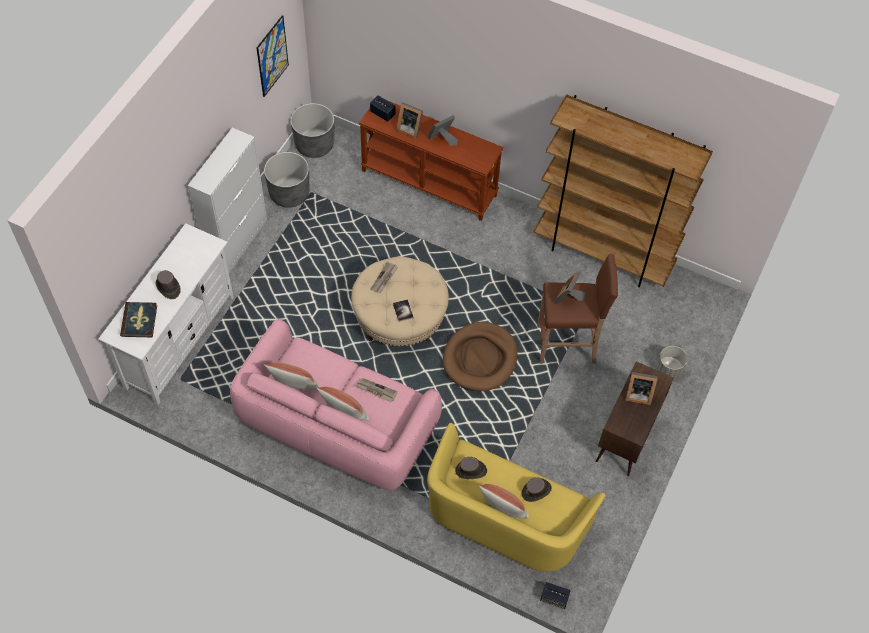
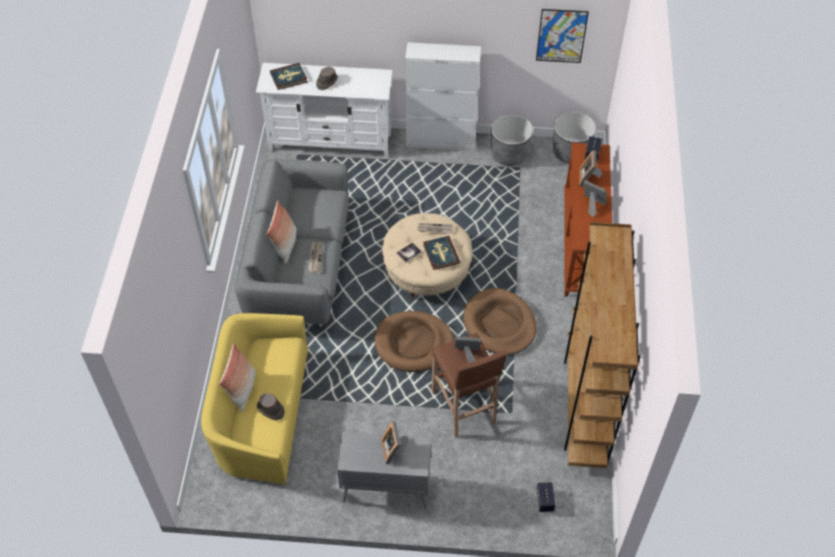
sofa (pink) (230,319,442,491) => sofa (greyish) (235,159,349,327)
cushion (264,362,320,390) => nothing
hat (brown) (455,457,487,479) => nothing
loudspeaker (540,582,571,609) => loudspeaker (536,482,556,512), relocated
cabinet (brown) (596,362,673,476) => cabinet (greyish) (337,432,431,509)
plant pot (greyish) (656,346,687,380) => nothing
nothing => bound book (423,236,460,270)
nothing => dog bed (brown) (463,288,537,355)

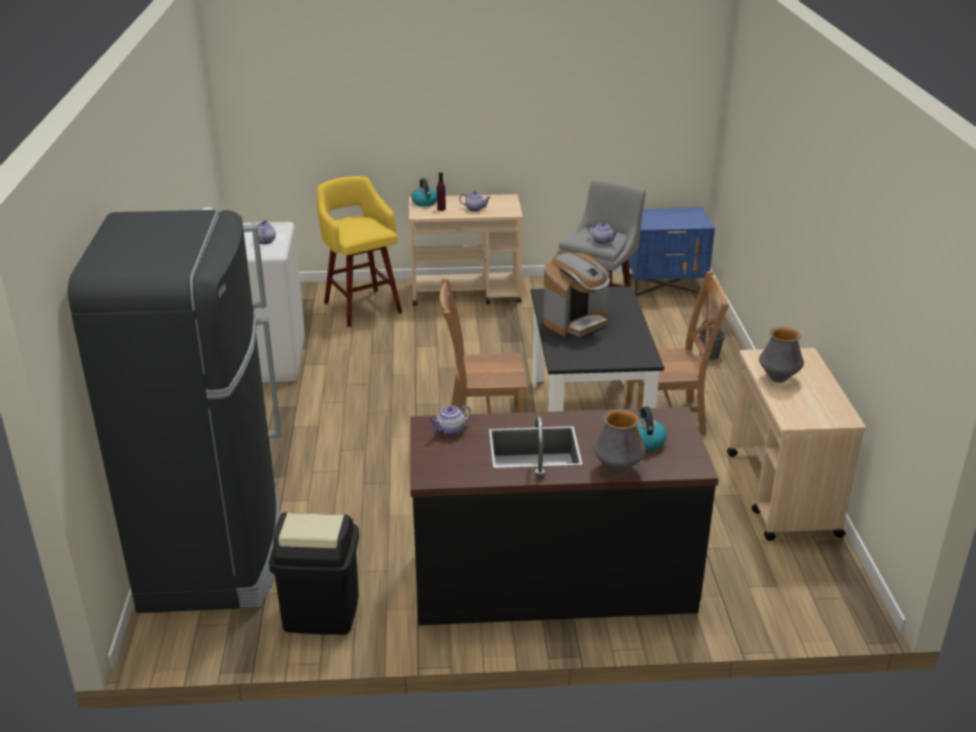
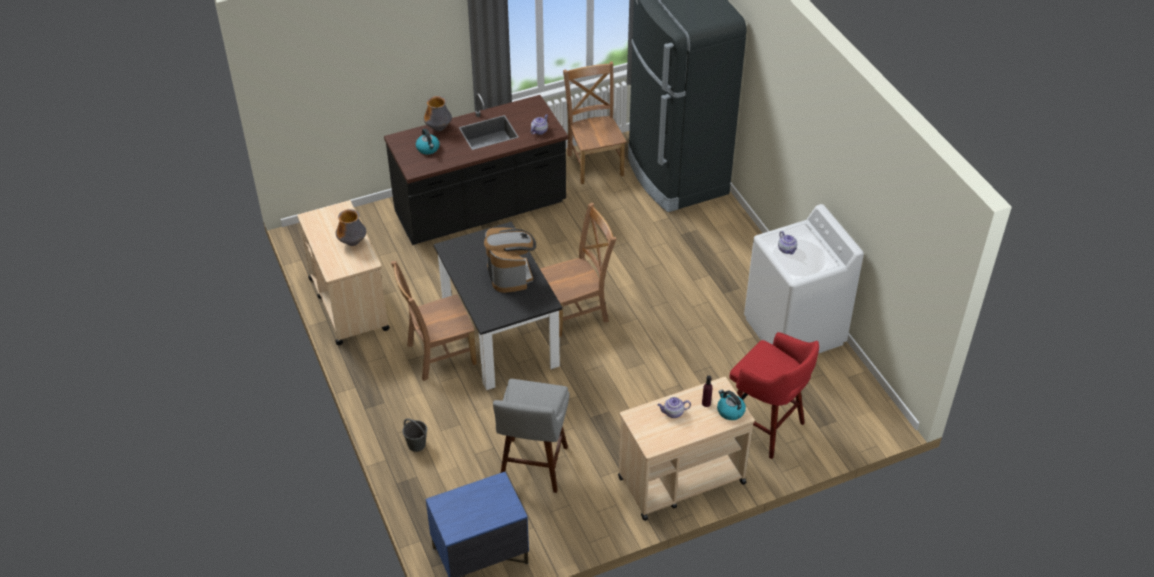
trash can (black-coloured) (269,512,359,635) => plain chair (brown) (563,61,626,184)
stool seat (yellowish) (317,176,402,327) => stool seat (reddish) (729,332,819,459)
coffee brewer (543,252,610,337) => coffee brewer (484,228,536,293), 135 degrees clockwise
teapot (588,222,618,244) => nothing

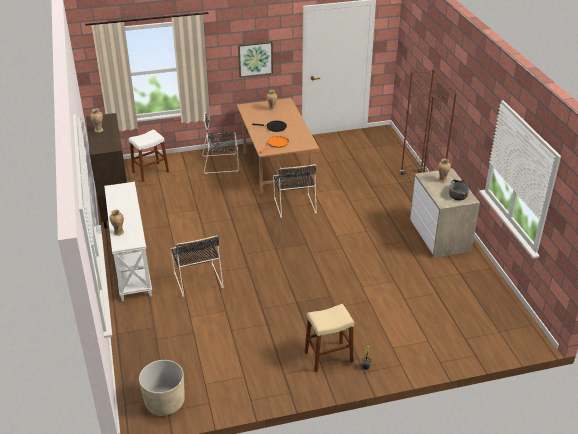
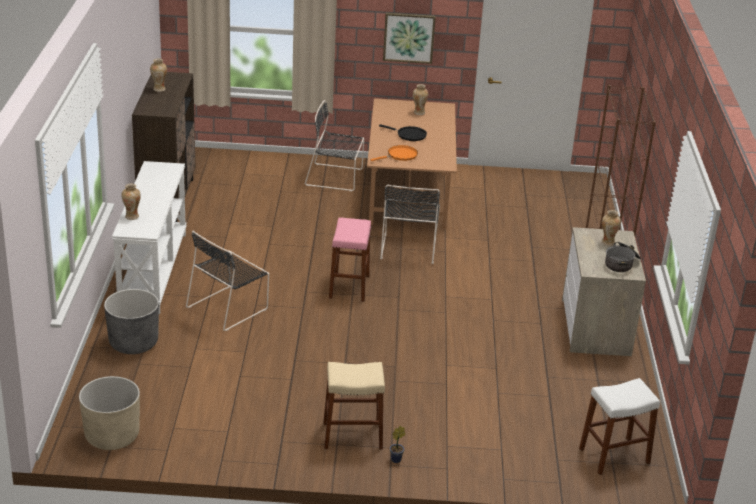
stool seat (white) (129,129,169,182) => stool seat (white) (579,378,660,475), relocated
plain chair (black-coloured) (170,235,224,297) => plain chair (black-coloured) (186,231,269,331), 45 degrees clockwise
nothing => plant pot (greyish) (104,289,159,354)
nothing => stool seat (pink) (329,218,371,302)

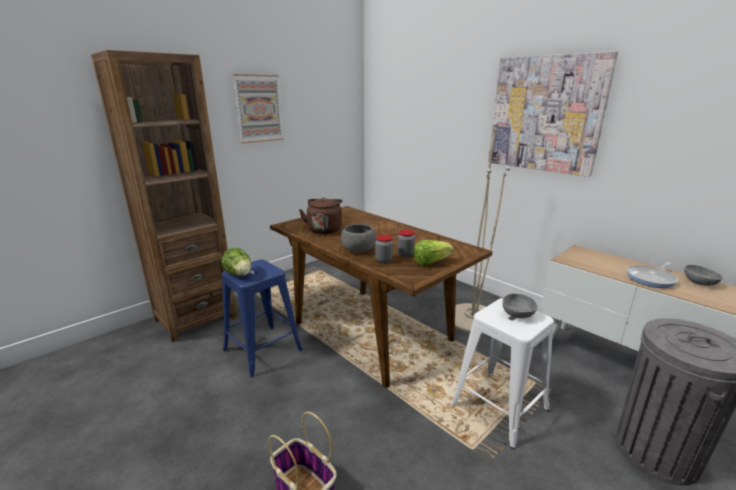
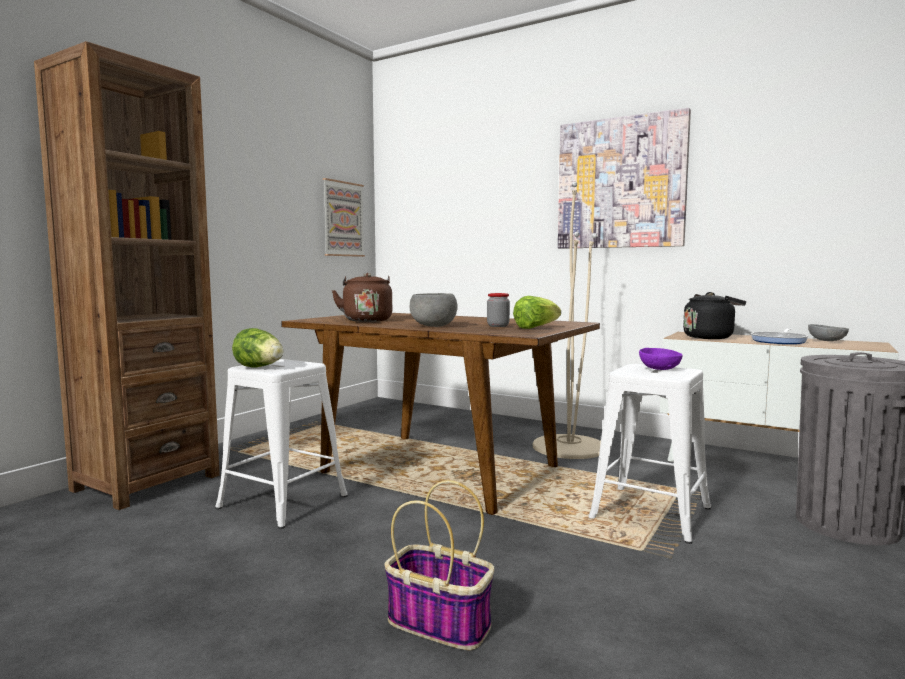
stool seat (blue) (222,260,303,378) => stool seat (white) (215,359,348,529)
picture (232,74,284,143) => picture (323,178,365,257), relocated
preserve jar (375,235,393,263) => nothing
bowl (greyish) (502,293,537,318) => bowl (purple-coloured) (639,348,683,370)
nothing => tea kettle (black-coloured) (683,292,746,339)

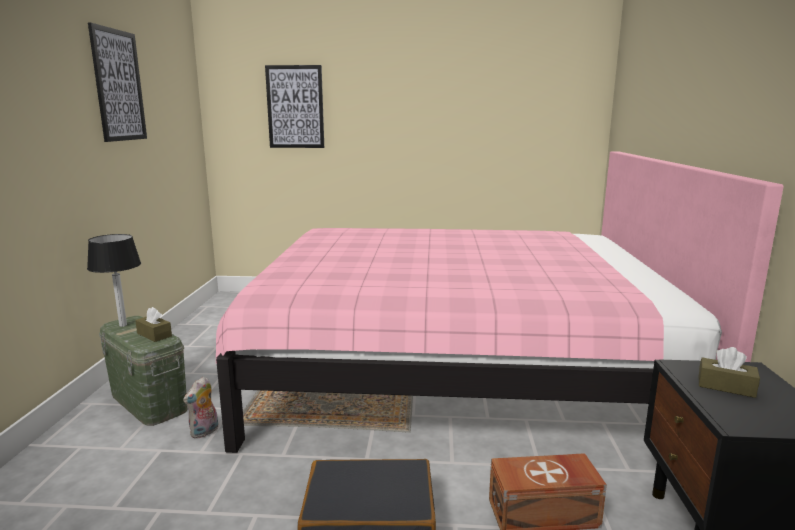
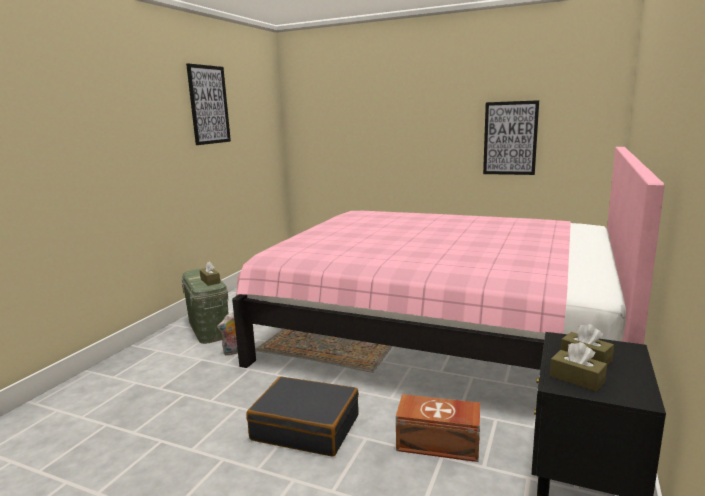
tabletop lamp (87,234,141,327) => nothing
picture (265,65,324,148) => picture (483,100,539,175), relocated
nothing => tissue box (brown) (550,342,607,392)

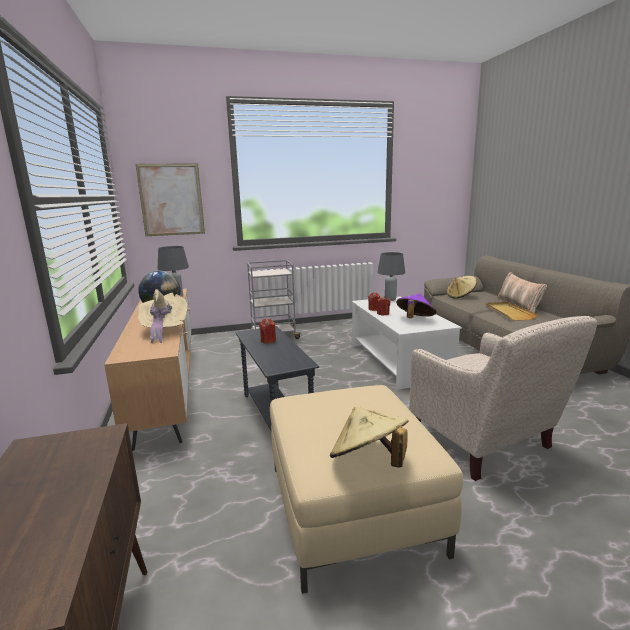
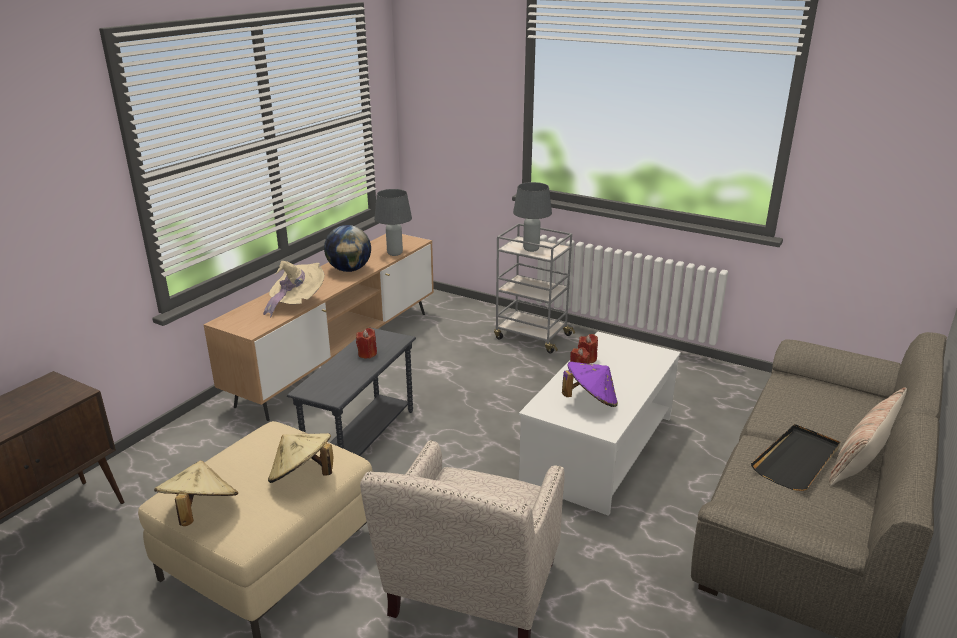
picture (136,163,205,236) => nothing
tabletop lamp (greyish) (377,252,405,301) => tabletop lamp (greyish) (513,182,552,252), relocated
hat (beige) (447,276,477,299) => hat (beige) (268,433,333,483), relocated
serving tray (beige) (485,302,538,321) => serving tray (black-coloured) (751,424,840,491)

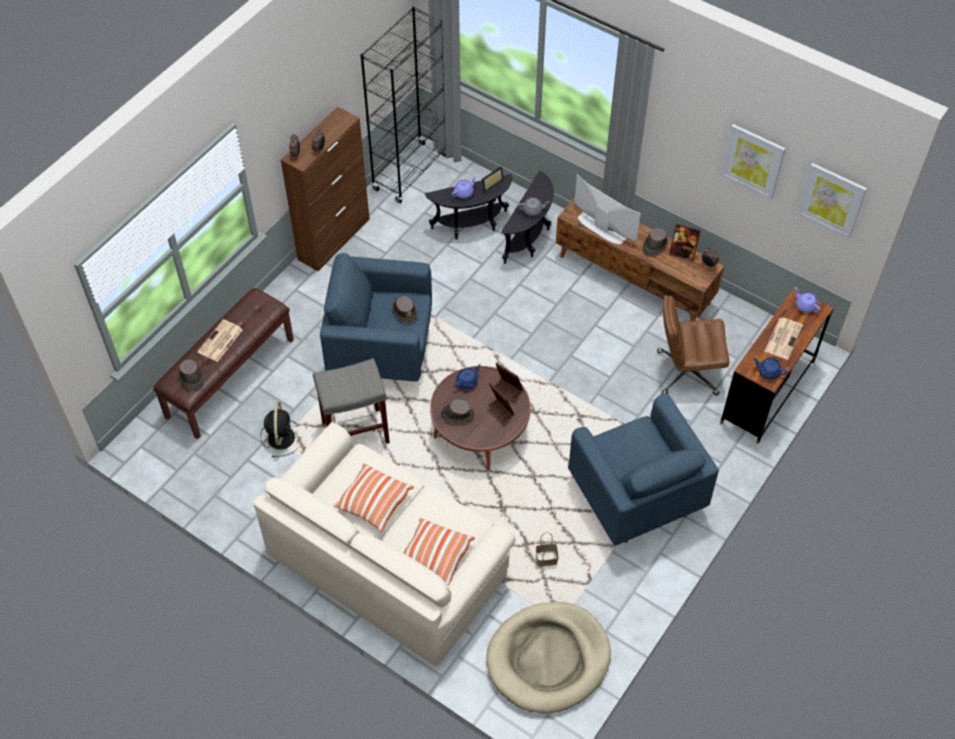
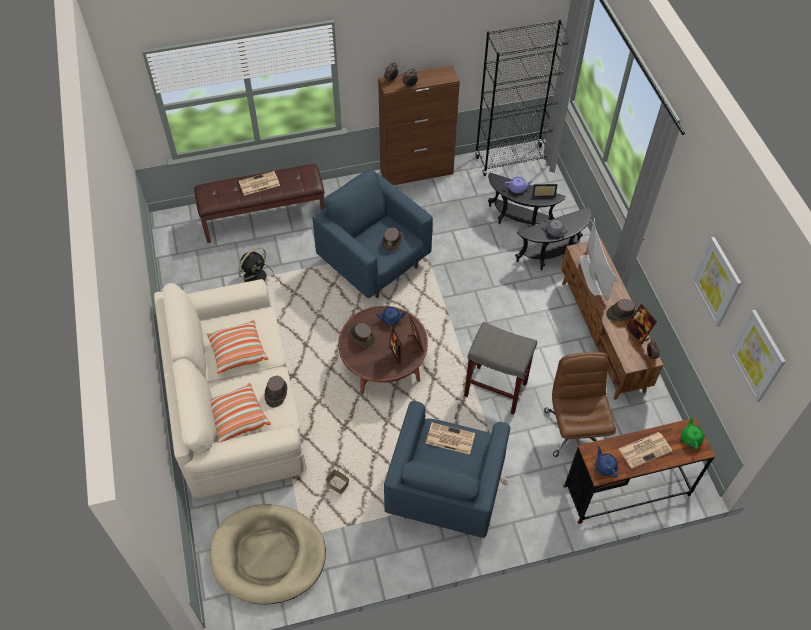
hat (brown) (178,360,205,391) => hat (brown) (264,375,288,408), relocated
stool seat (greyish) (313,358,390,444) => stool seat (greyish) (464,322,537,415), relocated
desk chair (brown) (657,295,729,396) => desk chair (brown) (544,352,616,457), 45 degrees clockwise
teapot (purple-coloured) (794,287,821,313) => teapot (green) (681,415,704,450)
nothing => newspaper (426,423,475,455)

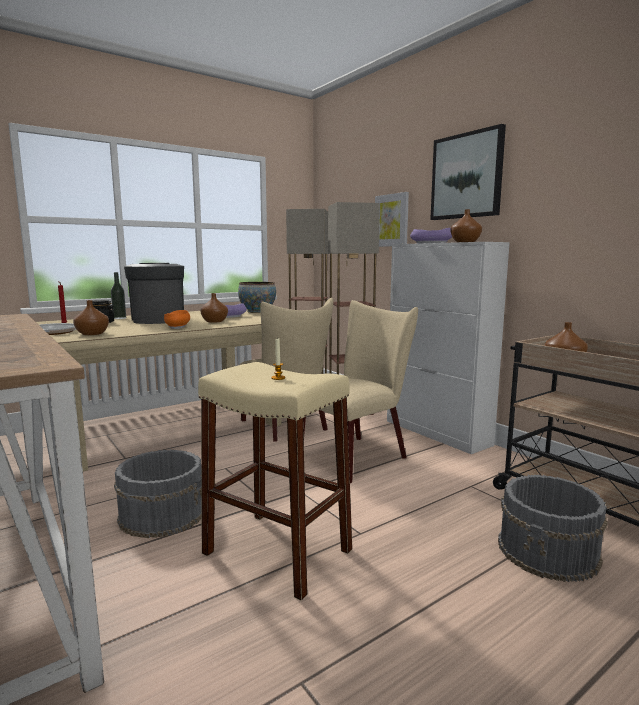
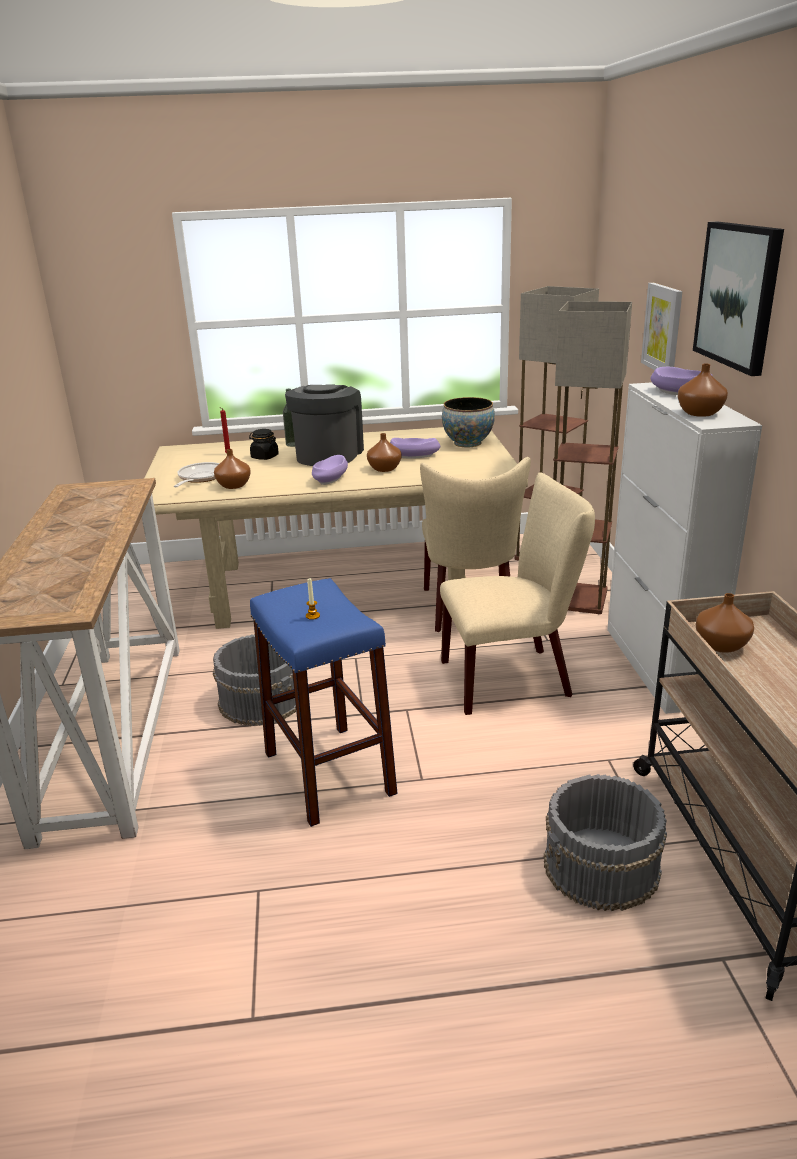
bowl (orangey) (164,310,190,329) => bowl (purple-coloured) (312,455,348,485)
stool seat (beige) (198,362,352,601) => stool seat (blue) (250,578,397,827)

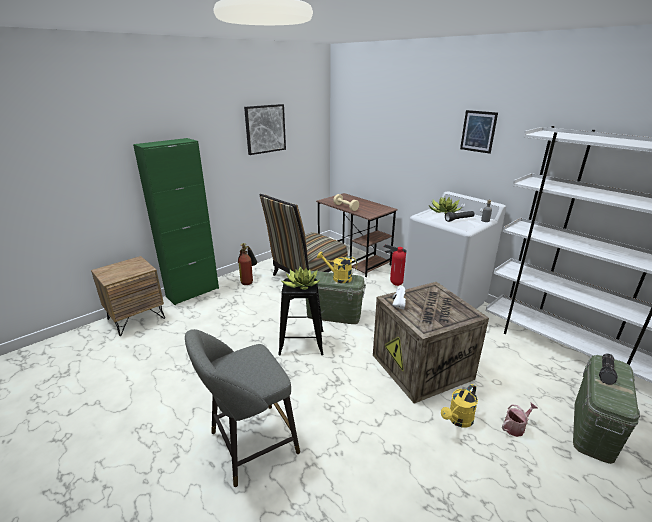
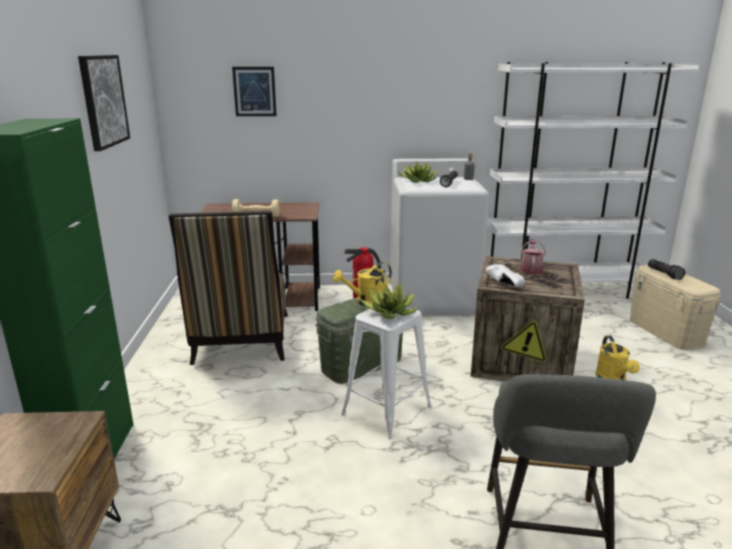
extinguisher (238,243,257,285) => nothing
stool seat (black-coloured) (278,278,324,355) => stool seat (white) (341,307,432,440)
picture (460,110,498,154) => picture (232,67,277,116), relocated
watering pot (502,402,538,437) => watering pot (520,239,546,275), relocated
storage box (green) (573,355,640,464) => storage box (beige) (630,265,721,350)

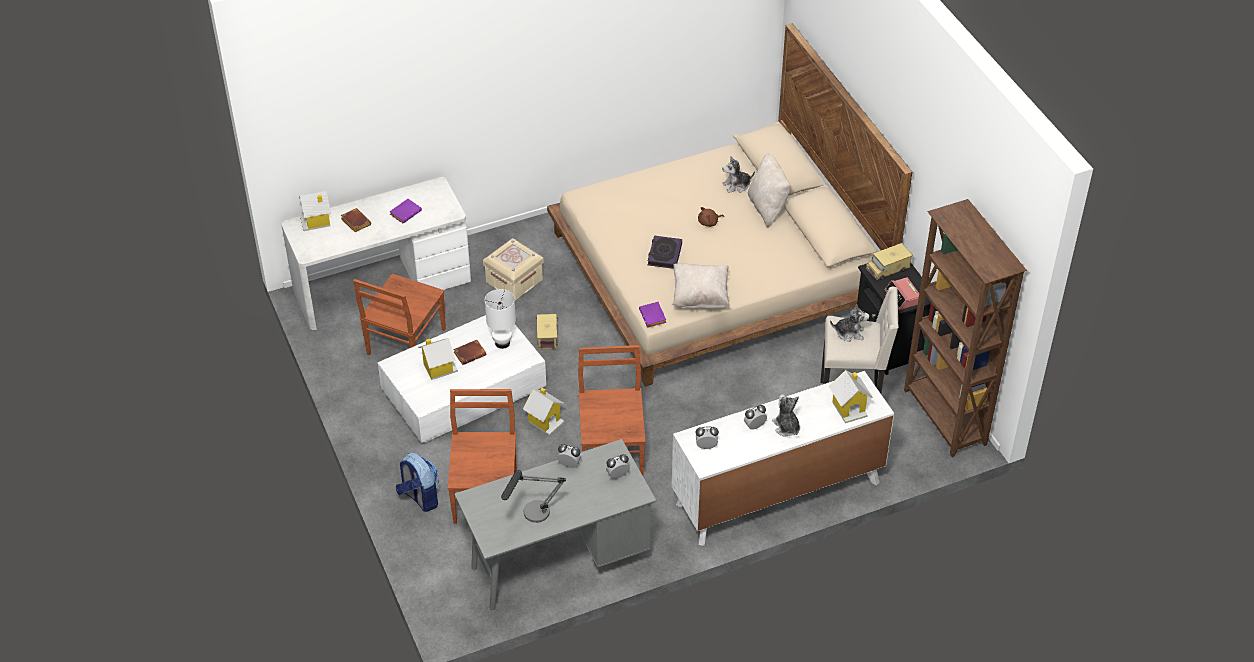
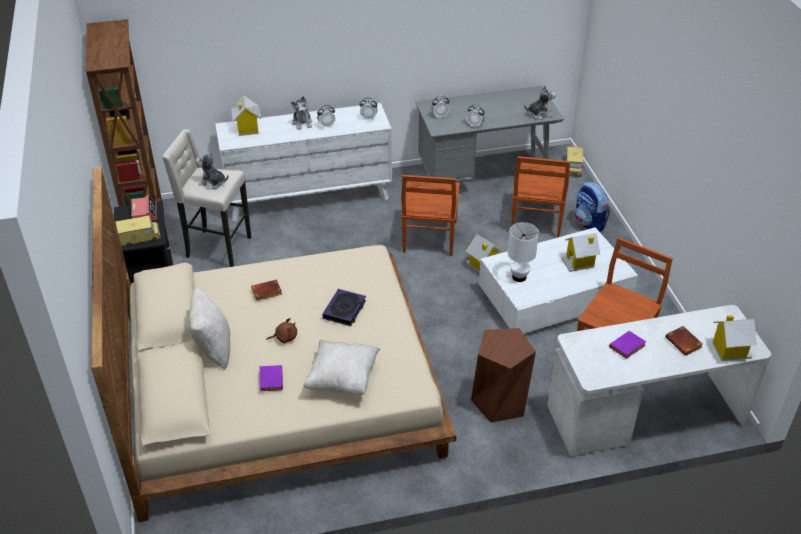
bound book (brown) (453,339,486,365) => bound book (brown) (251,280,282,301), relocated
storage box (beige) (483,238,544,300) => stool seat (brown) (471,328,536,423)
tabletop lamp (501,470,566,523) => nothing
toy lorry (536,314,557,349) => toy lorry (566,146,584,177), relocated
bound book (purple-coloured) (639,302,666,327) => bound book (purple-coloured) (260,365,283,391), relocated
cushion (beige) (672,263,730,309) => cushion (beige) (303,340,380,396), relocated
plush toy (722,156,755,193) => plush toy (524,86,556,119), relocated

